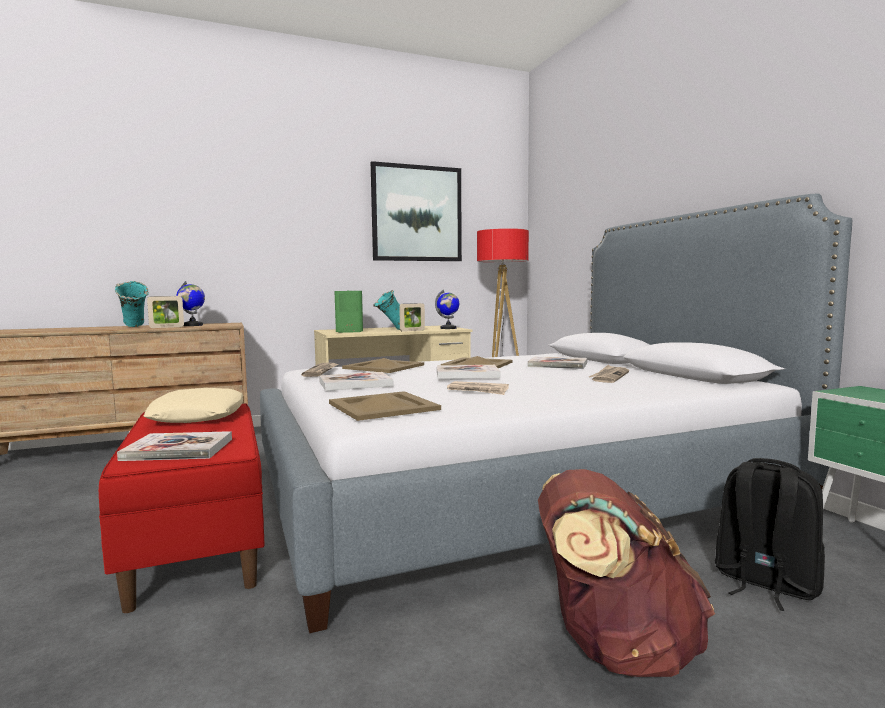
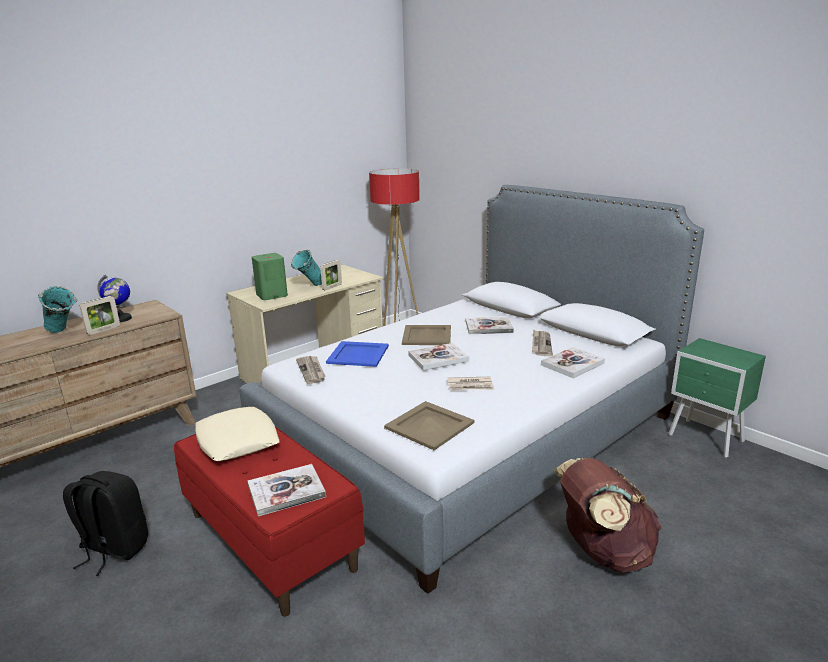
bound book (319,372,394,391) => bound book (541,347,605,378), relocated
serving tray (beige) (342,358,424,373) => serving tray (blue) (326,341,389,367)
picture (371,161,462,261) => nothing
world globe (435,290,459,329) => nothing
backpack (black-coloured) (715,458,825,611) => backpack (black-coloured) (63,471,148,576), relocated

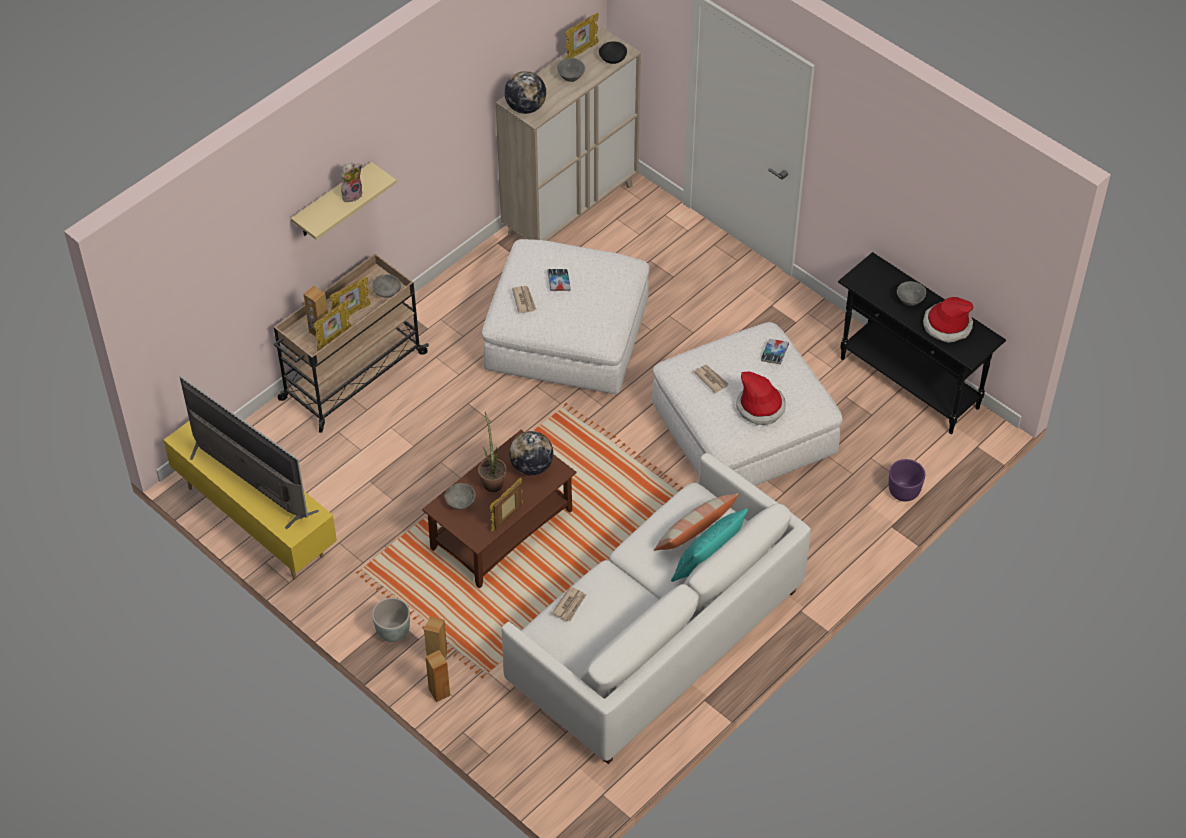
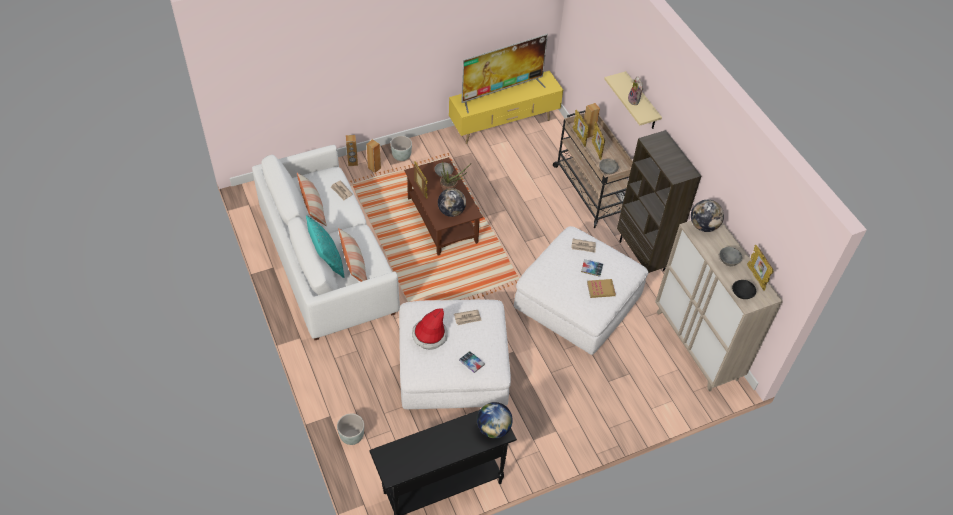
plant pot (purple-coloured) (889,459,925,501) => plant pot (greyish) (337,413,364,445)
bowl (greyish) (897,281,926,306) => nothing
hat (923,297,973,343) => nothing
nothing => cushion (297,173,327,226)
nothing => world globe (477,402,513,438)
nothing => bound book (587,279,616,298)
nothing => bookcase (brown) (617,130,701,273)

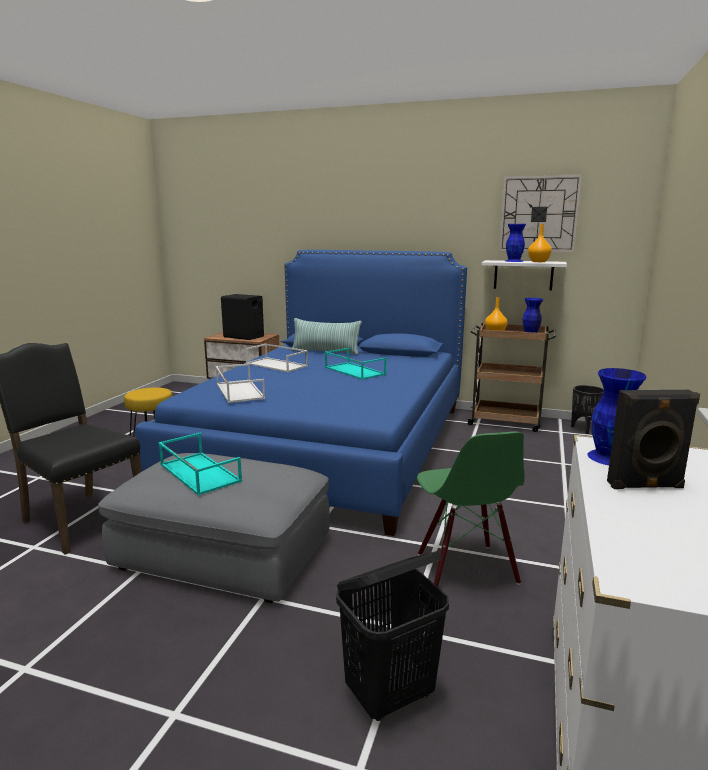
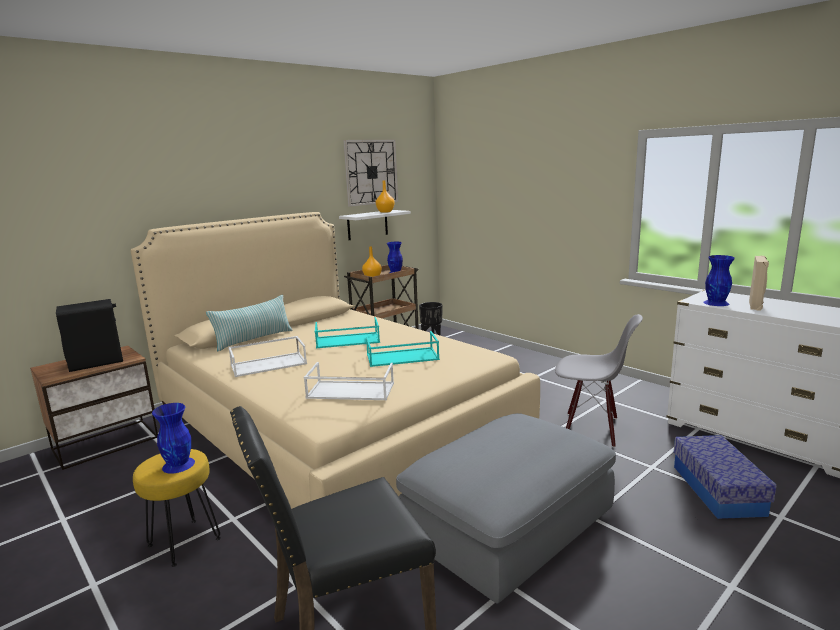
bedroom bed (blue) (135,250,467,536) => bedroom bed (beige) (131,212,540,509)
serving tray (turquoise-coloured) (159,433,242,496) => serving tray (turquoise-coloured) (366,331,440,367), relocated
washing basket (black-coloured) (336,551,449,721) => storage box (674,435,777,519)
plain chair (green) (417,431,525,587) => plain chair (greyish) (555,314,643,447)
vase (blue) (506,224,526,262) => vase (blue) (152,403,195,474), relocated
loudspeaker (black-coloured) (607,390,700,489) => loudspeaker (beige) (749,256,769,311)

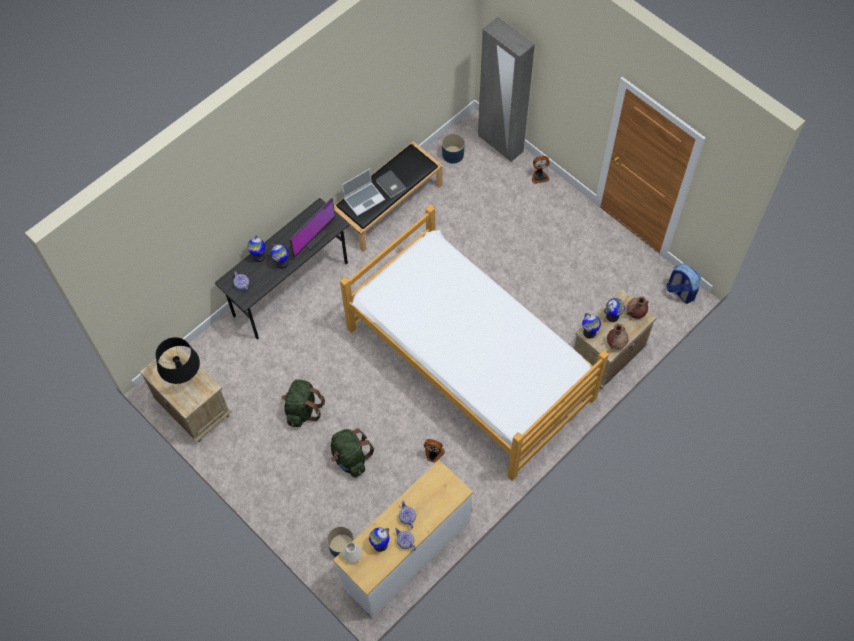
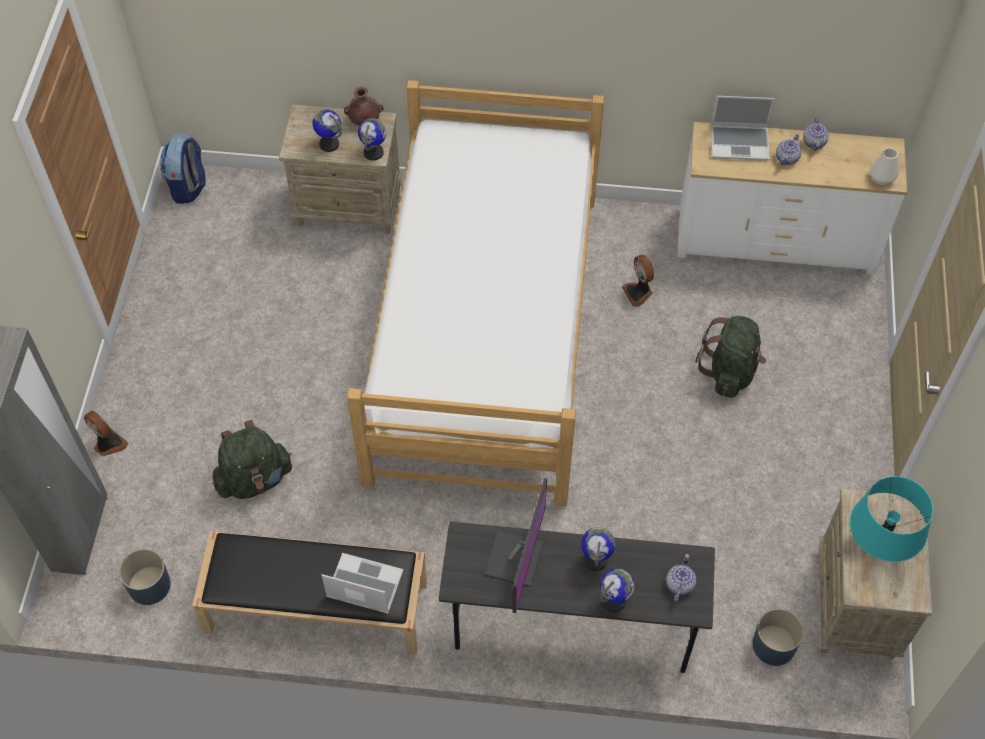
tabletop lamp (black-coloured) (155,337,200,384) => tabletop lamp (turquoise-coloured) (850,476,933,562)
backpack (green) (281,379,325,427) => backpack (green) (212,420,292,499), relocated
monitor (290,198,335,258) => monitor (484,478,547,613), 105 degrees clockwise
plant pot (blue) (327,526,354,557) => plant pot (blue) (752,609,804,666), relocated
world globe (369,528,389,552) => nothing
bound book (greyish) (376,171,406,198) => nothing
vase (brown) (627,296,648,319) => nothing
nothing => laptop (711,96,775,161)

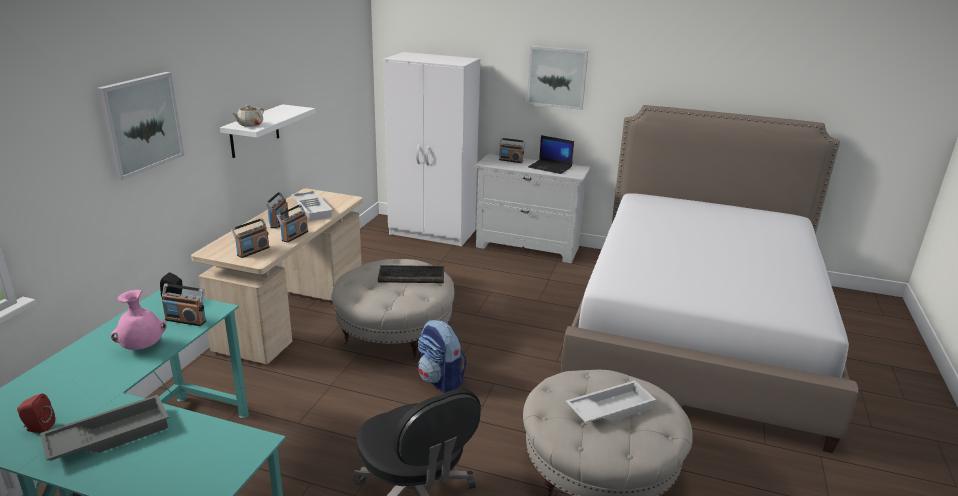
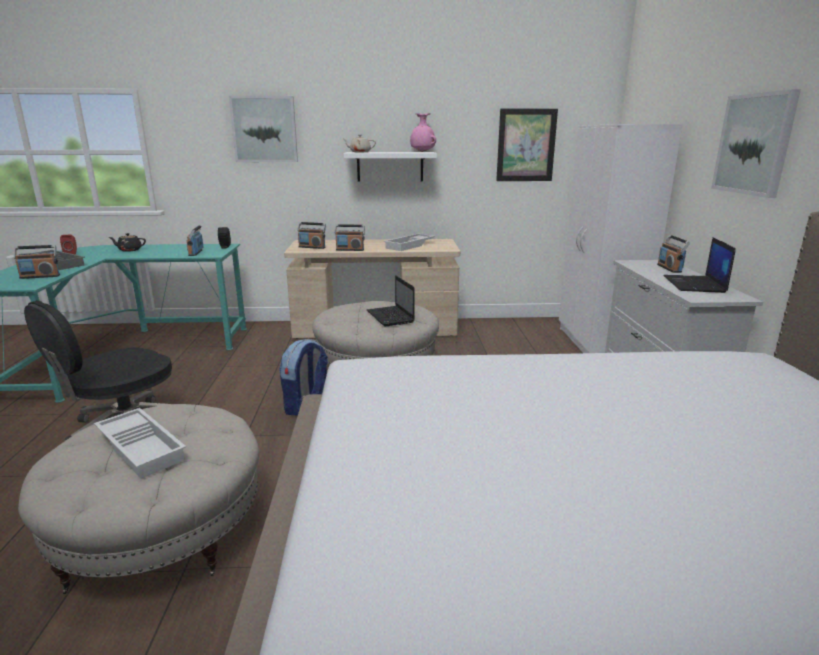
vase (pink) (111,290,167,350) => vase (pink) (410,113,436,152), relocated
radio (265,192,289,229) => radio (14,245,60,279), relocated
computer keyboard (378,265,444,283) => laptop (367,275,415,326)
nothing => teapot (black-coloured) (109,233,146,252)
nothing => picture (496,109,558,181)

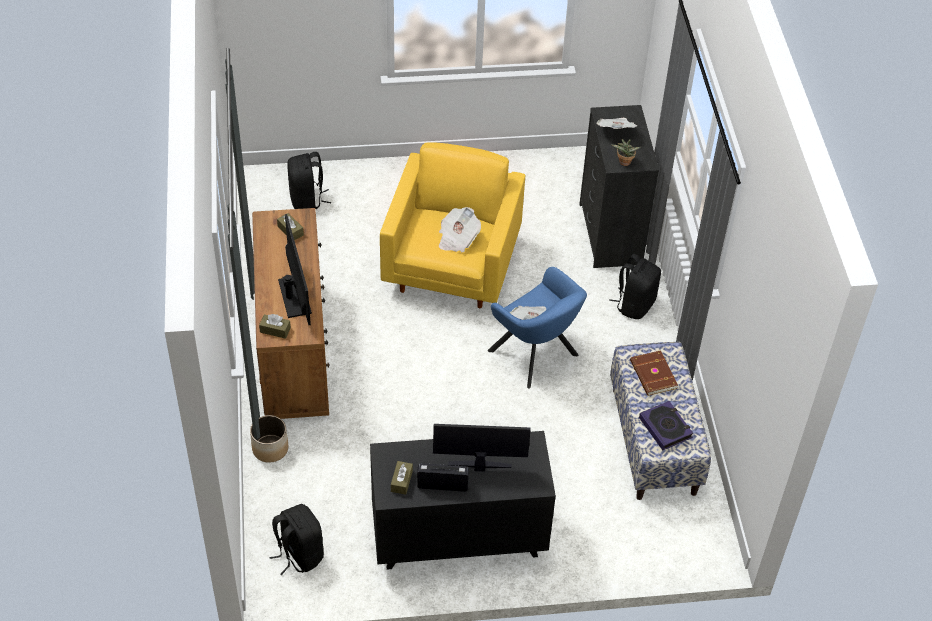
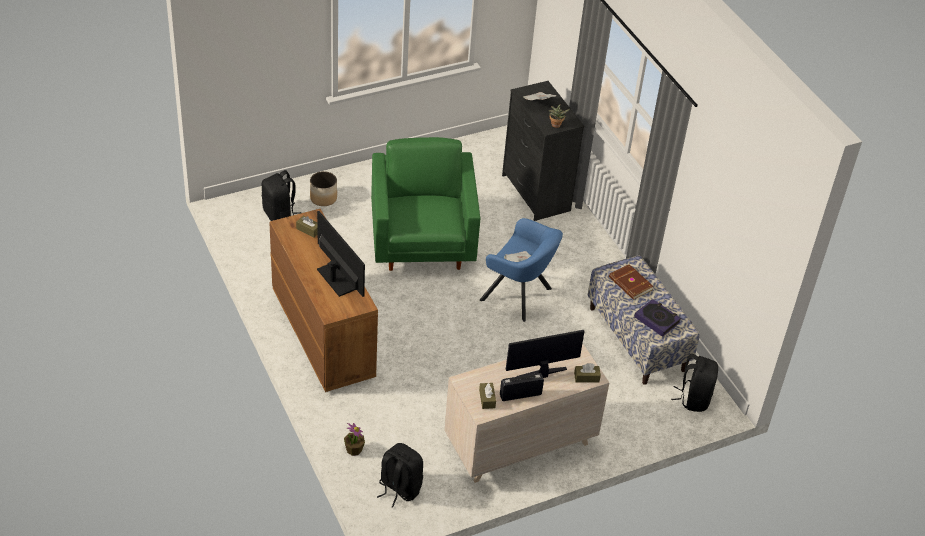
plant pot (250,415,288,463) => plant pot (310,171,337,206), relocated
tissue box (brown) (259,314,291,339) => tissue box (brown) (574,363,601,383), relocated
dresser (black-coloured) (370,431,556,570) => dresser (beige) (444,343,610,483)
easy chair (yellowish) (380,142,525,308) => easy chair (green) (371,137,480,271)
newspaper (439,207,481,252) => nothing
backpack (black-coloured) (609,254,661,319) => backpack (black-coloured) (671,354,718,412), relocated
nothing => houseplant (344,423,365,456)

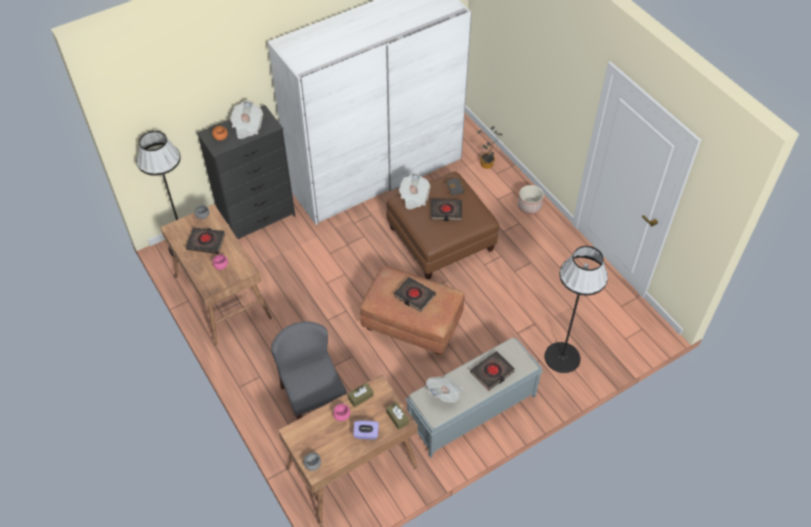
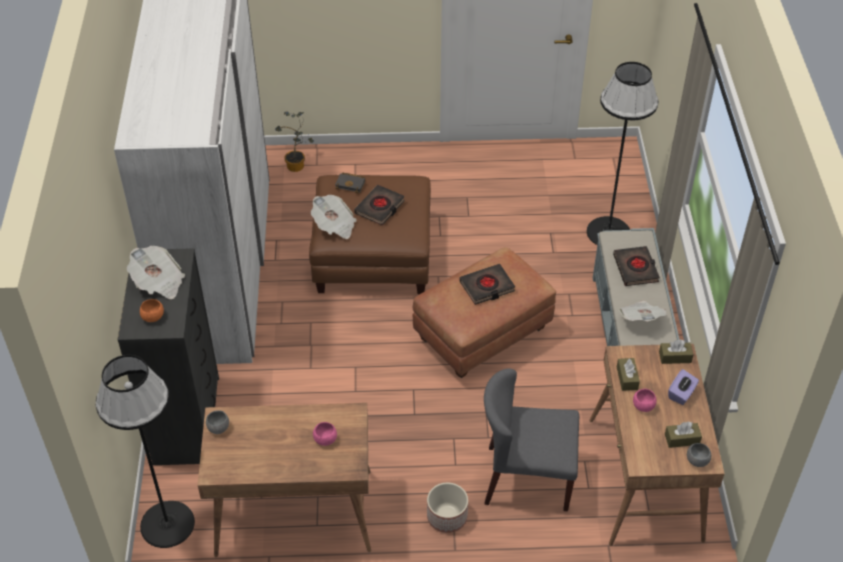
bound book (black-coloured) (186,227,226,254) => nothing
plant pot (518,185,544,214) => plant pot (427,483,468,533), relocated
nothing => tissue box (brown) (665,422,702,448)

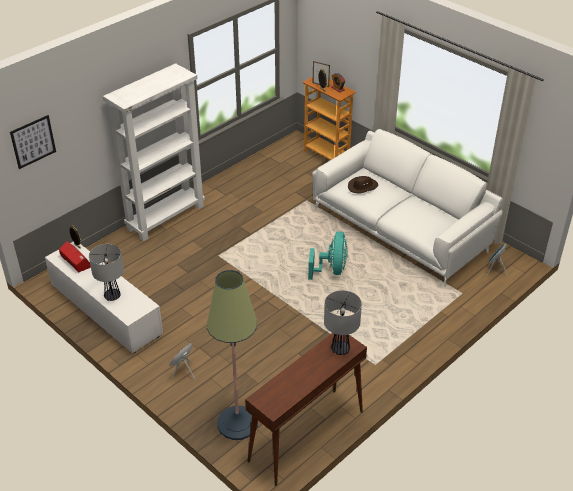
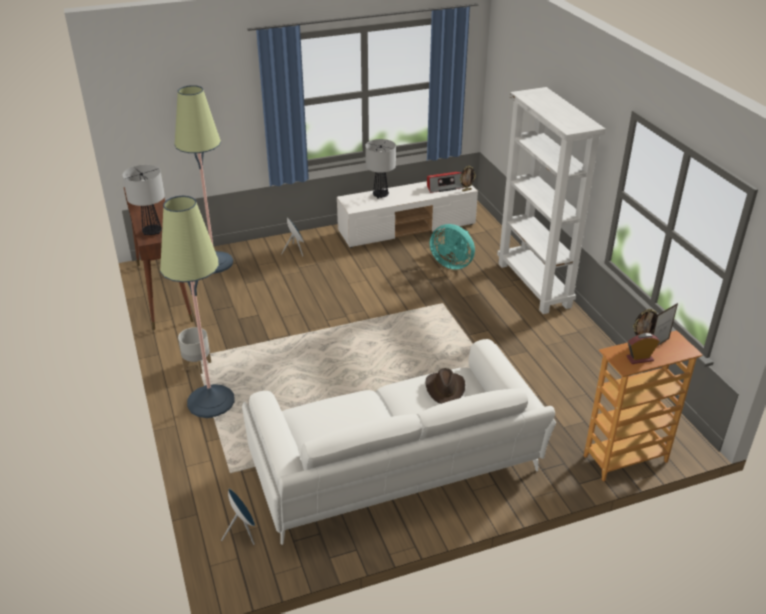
picture (10,115,56,169) => nothing
electric fan (turquoise-coloured) (308,231,348,280) => electric fan (turquoise-coloured) (430,224,475,270), relocated
nothing => standing lamp (160,196,235,418)
nothing => plant pot (greyish) (178,327,211,375)

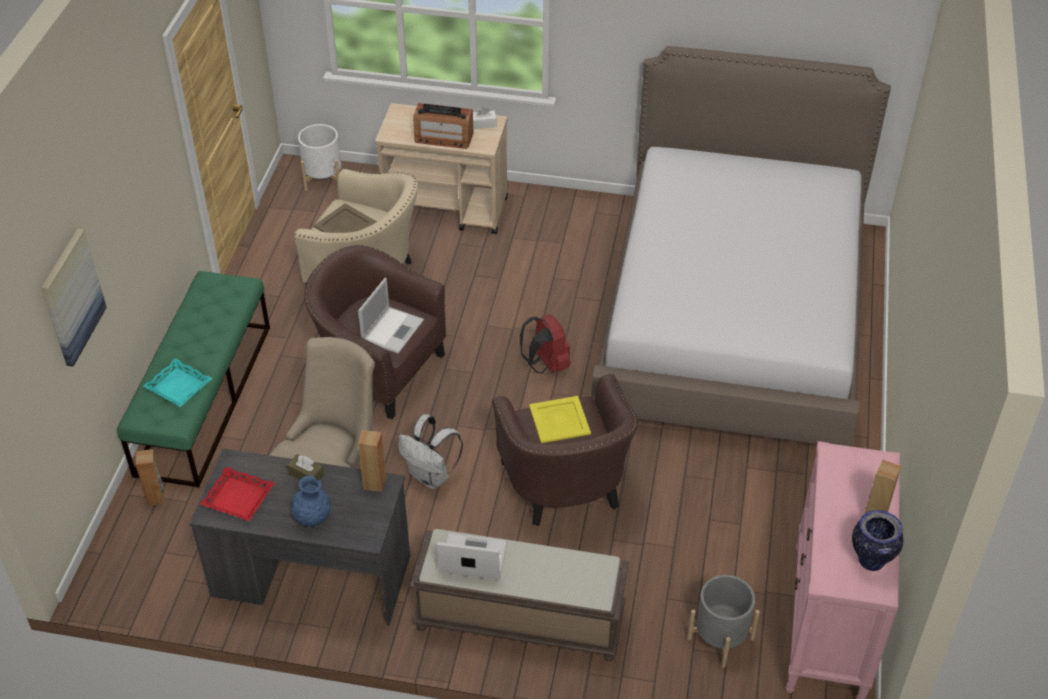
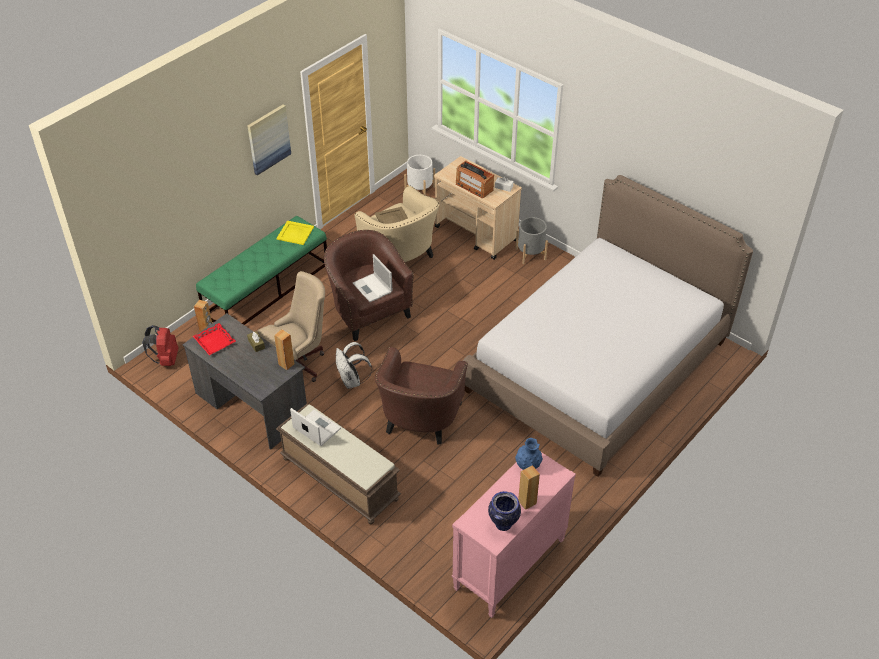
picture (41,229,107,367) => picture (247,105,291,175), relocated
serving tray (turquoise-coloured) (143,358,212,407) => nothing
vase (blue) (291,476,331,526) => vase (blue) (515,438,543,470), relocated
laptop (358,278,424,354) => laptop (353,254,392,302), 90 degrees clockwise
backpack (reddish) (520,314,571,373) => backpack (reddish) (142,325,179,366), relocated
serving tray (yellowish) (529,396,591,443) => serving tray (yellowish) (276,221,314,245), relocated
plant pot (greyish) (687,575,760,668) => plant pot (greyish) (516,217,548,264), relocated

